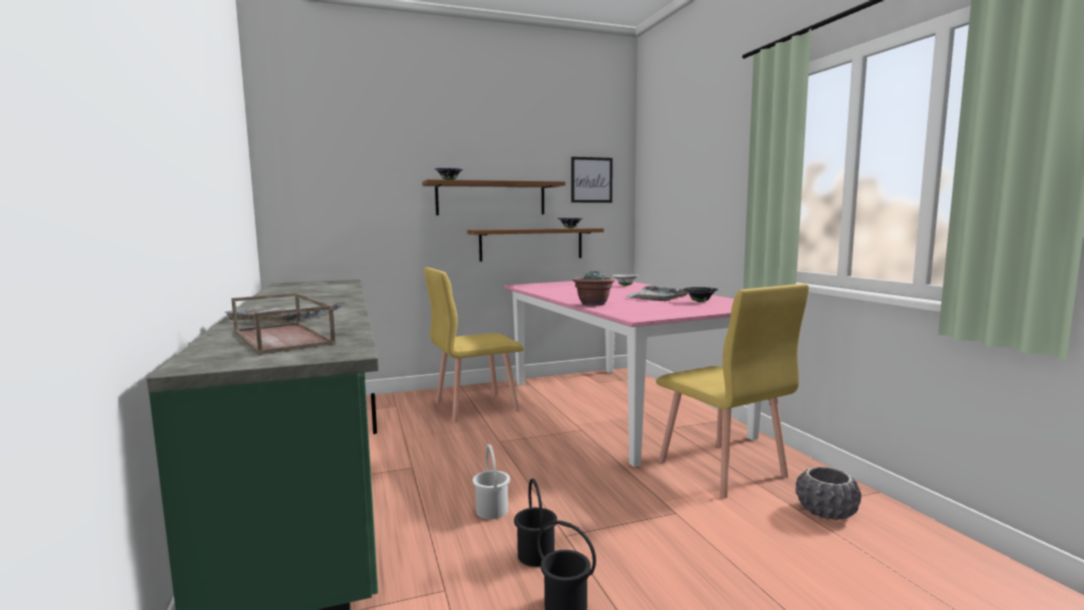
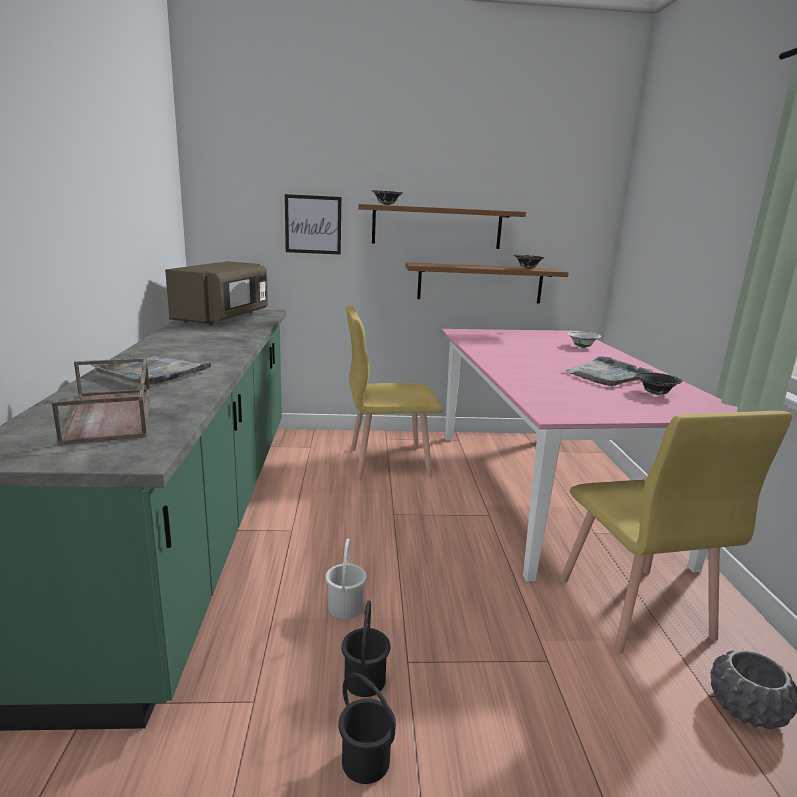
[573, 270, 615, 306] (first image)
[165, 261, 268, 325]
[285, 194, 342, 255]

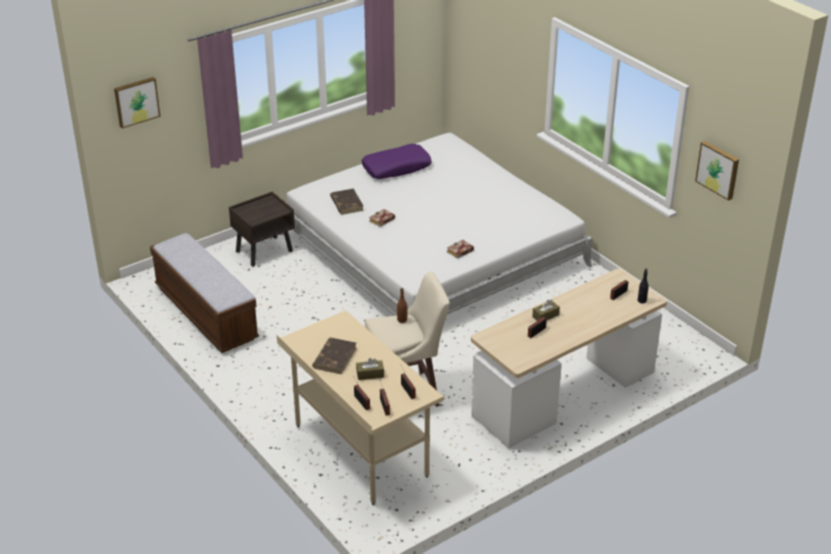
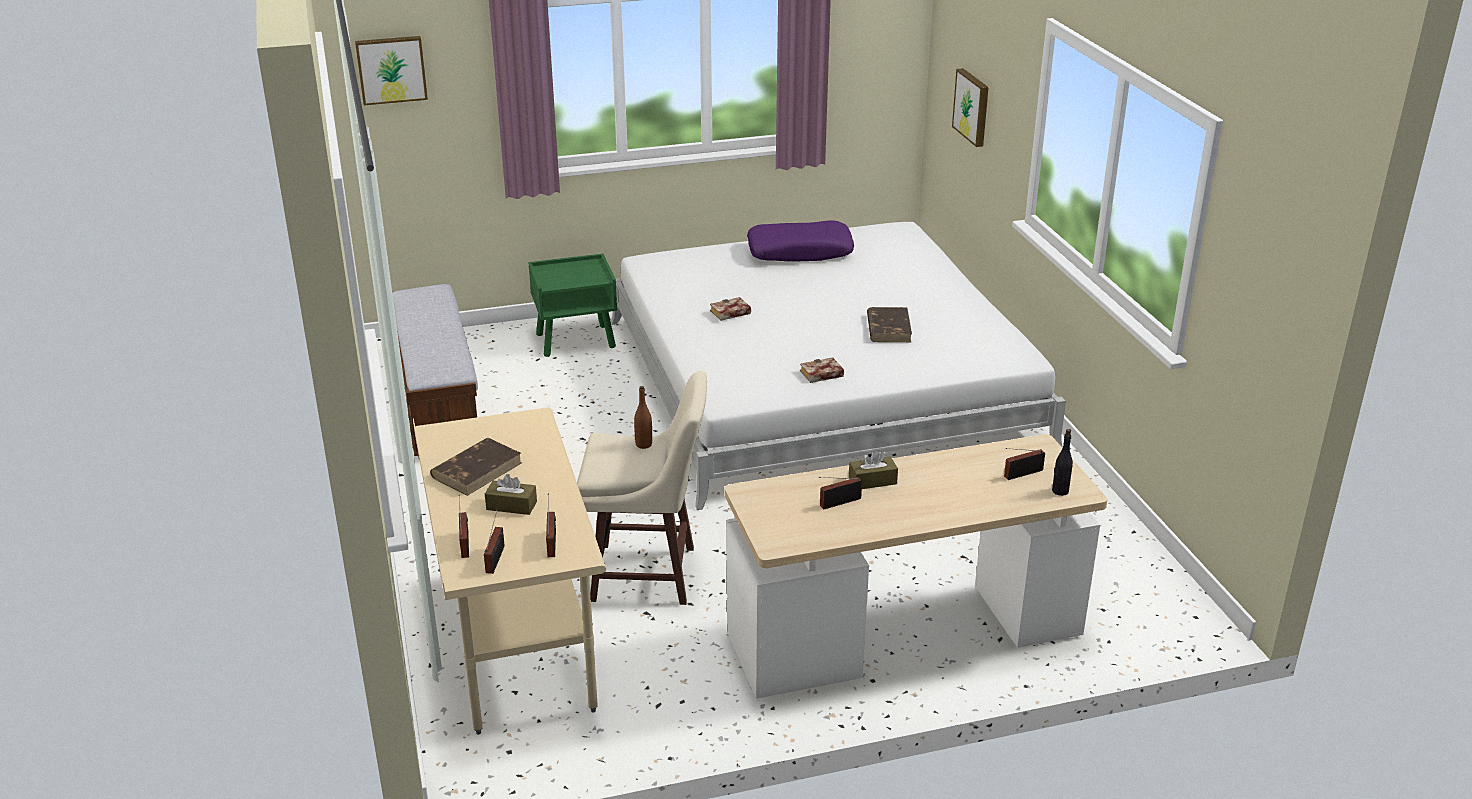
[867, 307, 912, 342]
[952, 68, 989, 147]
[528, 254, 617, 357]

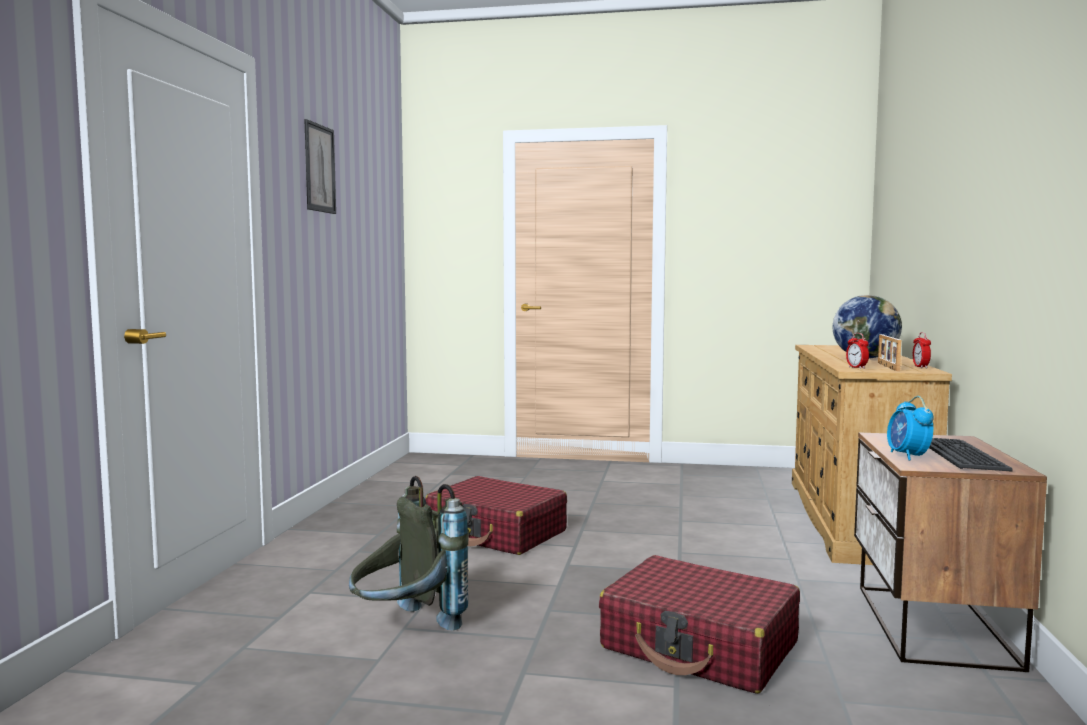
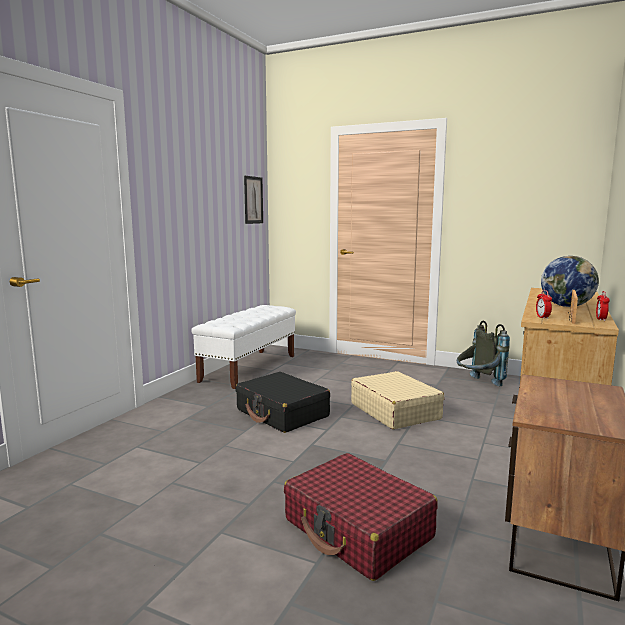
[887, 396, 934, 461] (first image)
[929, 438, 1013, 472] (first image)
[191, 305, 296, 389]
[351, 371, 445, 429]
[244, 176, 263, 224]
[457, 320, 510, 386]
[236, 372, 330, 433]

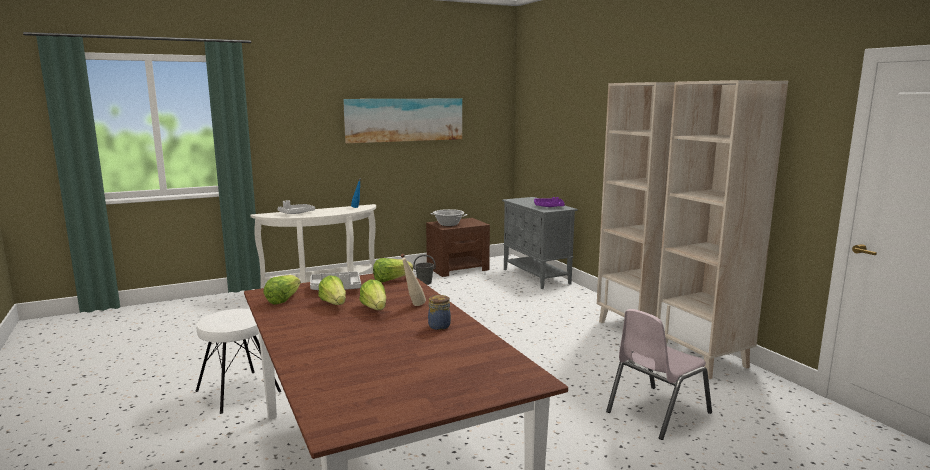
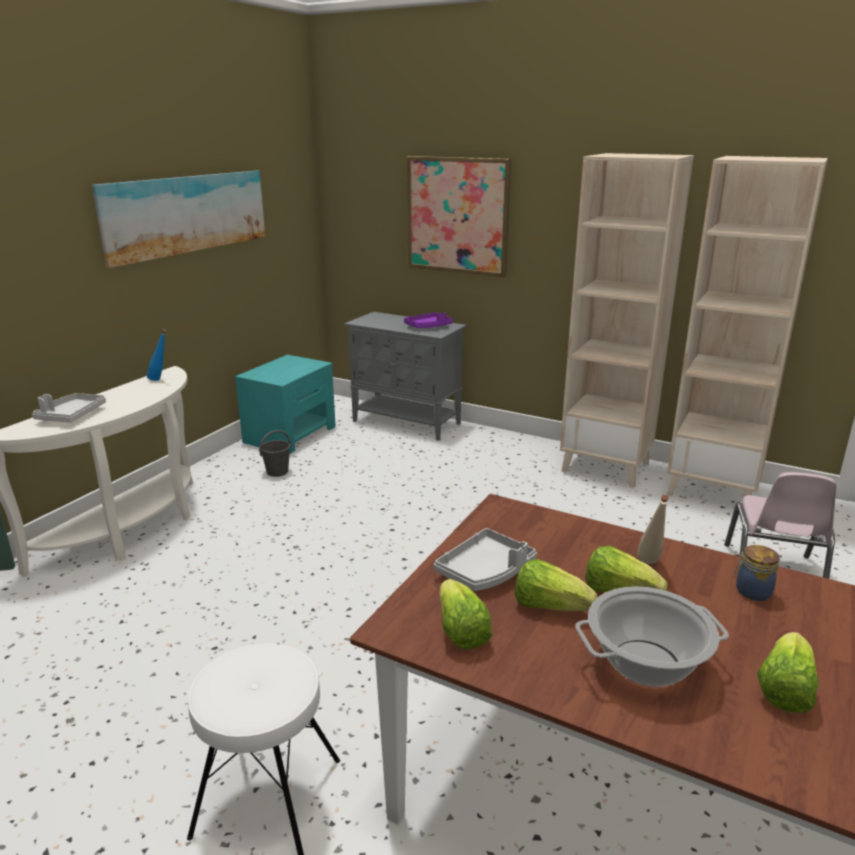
[407, 156, 511, 277]
[757, 632, 819, 713]
[575, 586, 729, 687]
[235, 355, 336, 454]

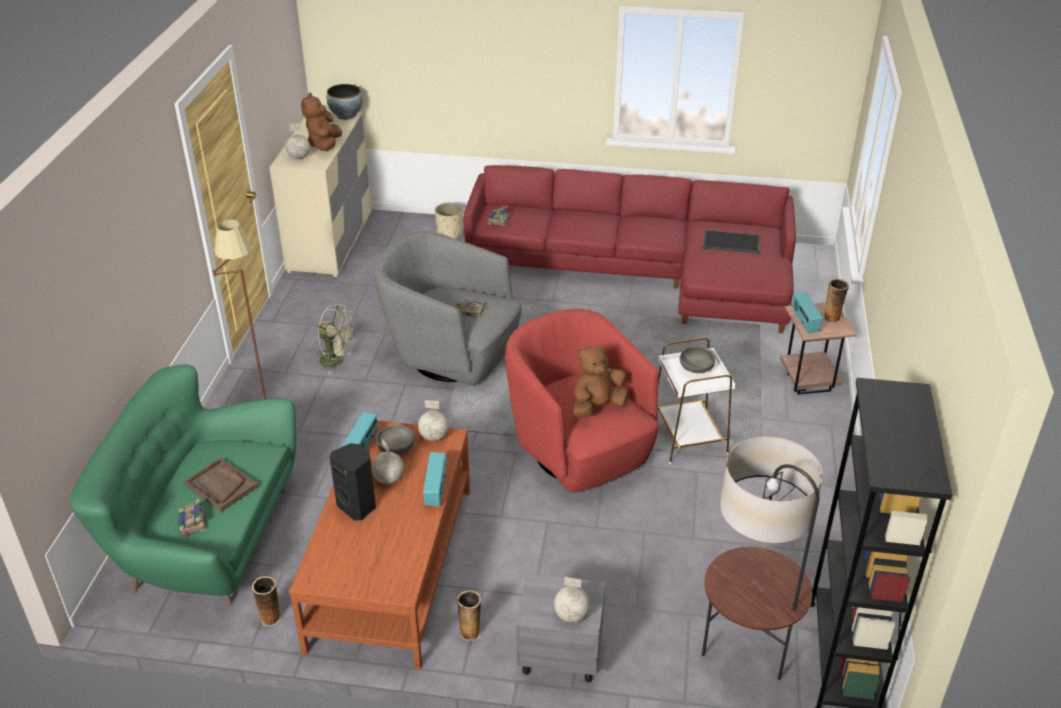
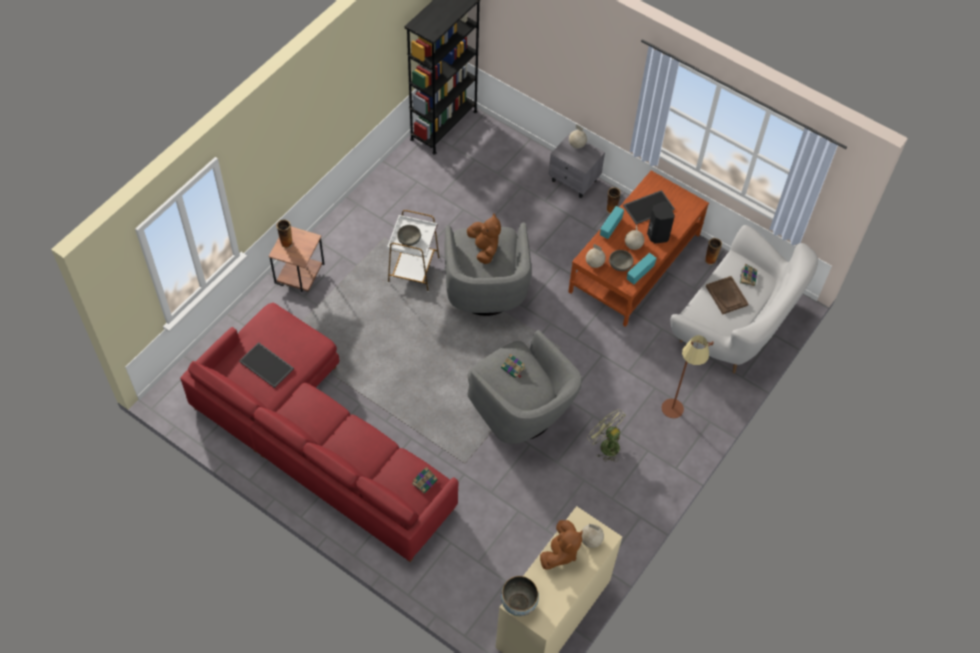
[435, 203, 463, 239] (first image)
[702, 437, 823, 680] (first image)
[792, 291, 823, 334] (first image)
[623, 190, 675, 224]
[670, 225, 818, 373]
[444, 222, 532, 316]
[467, 214, 501, 264]

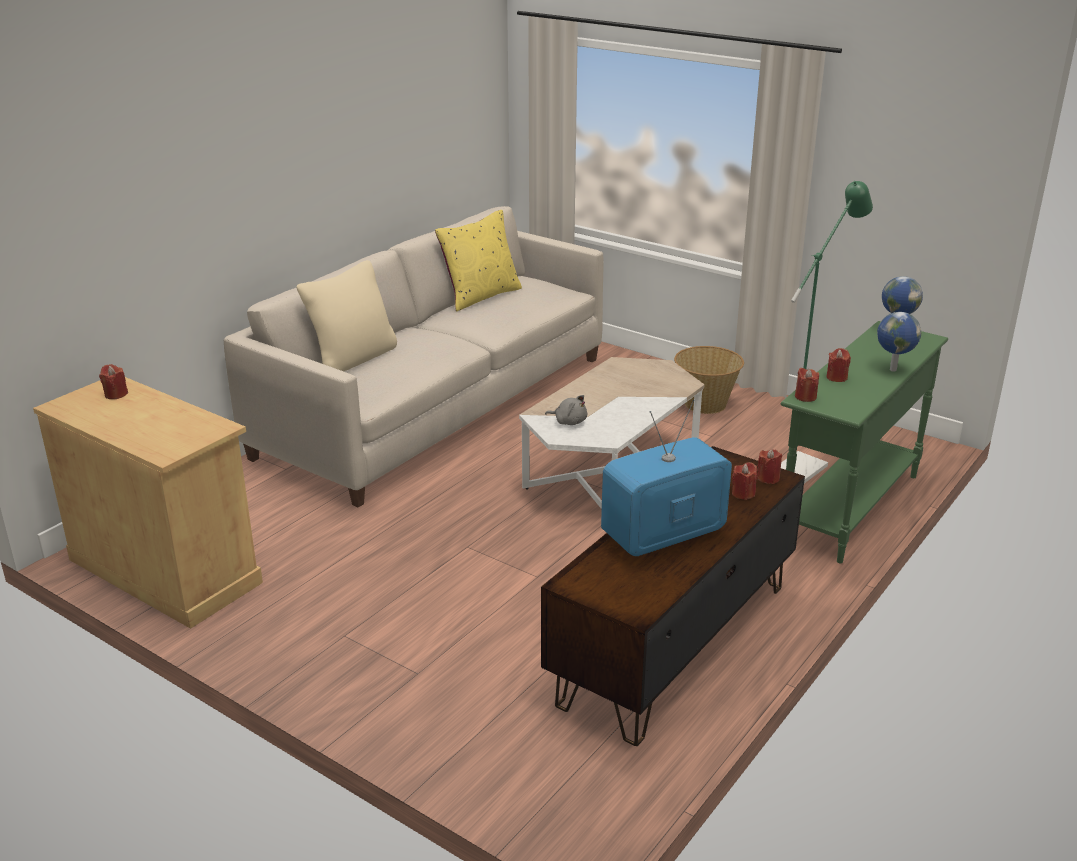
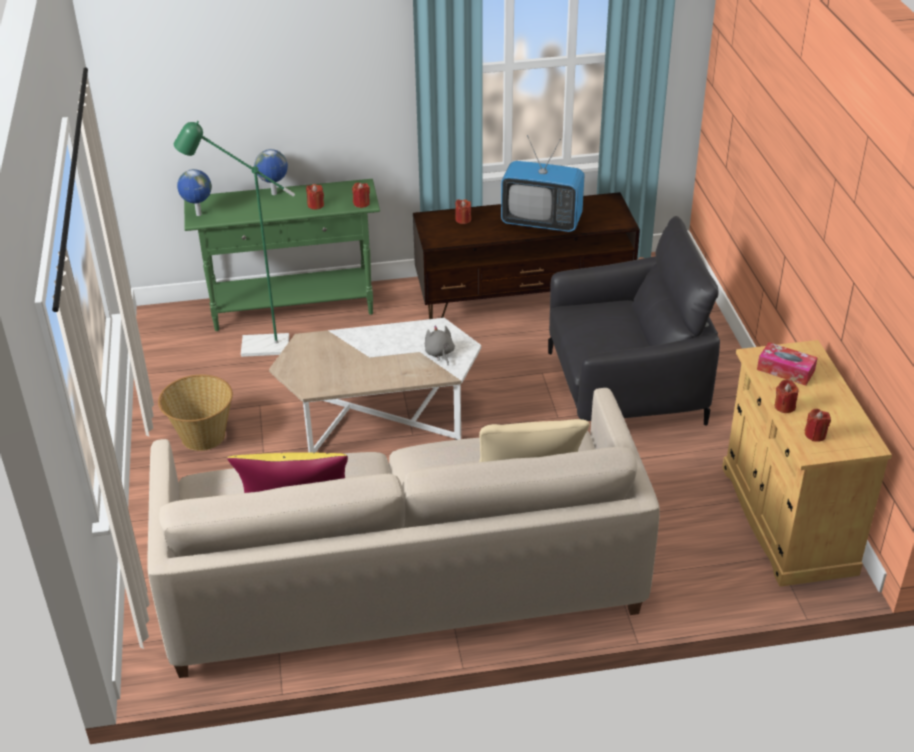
[548, 216, 720, 426]
[757, 342, 818, 386]
[775, 379, 798, 413]

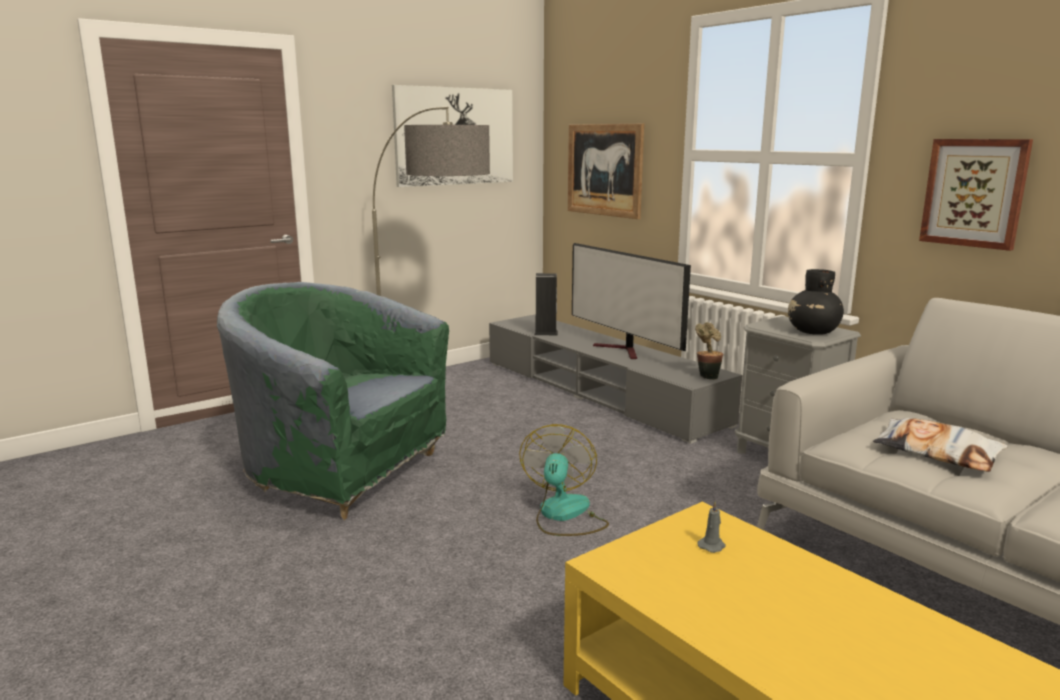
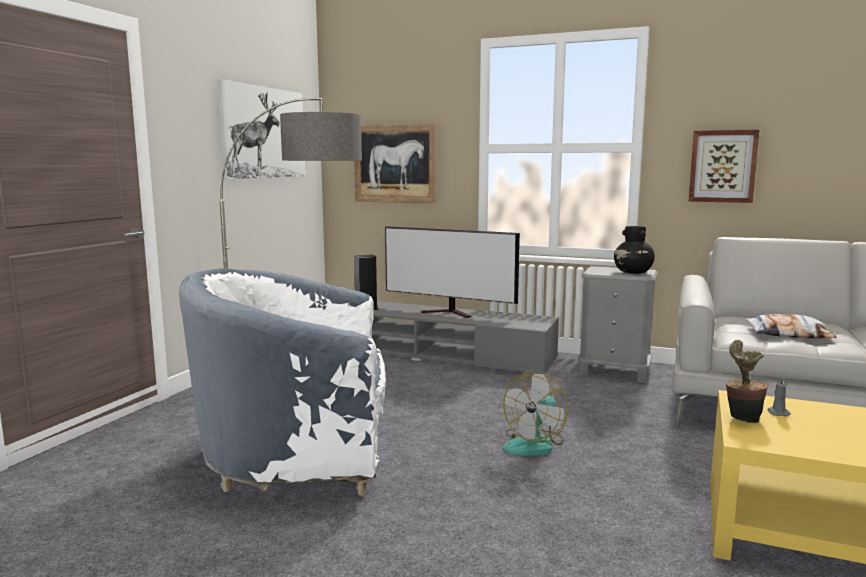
[726, 340, 768, 423]
[179, 268, 386, 497]
[503, 371, 568, 456]

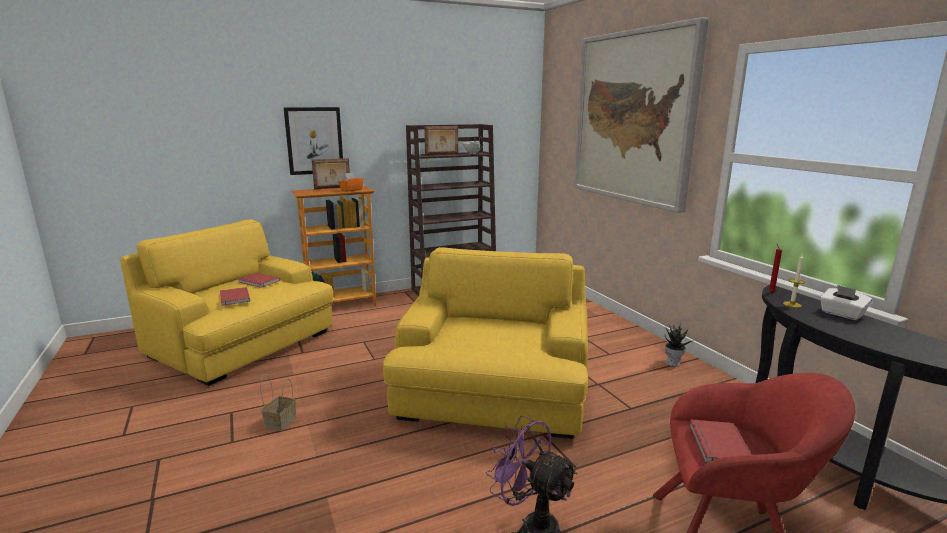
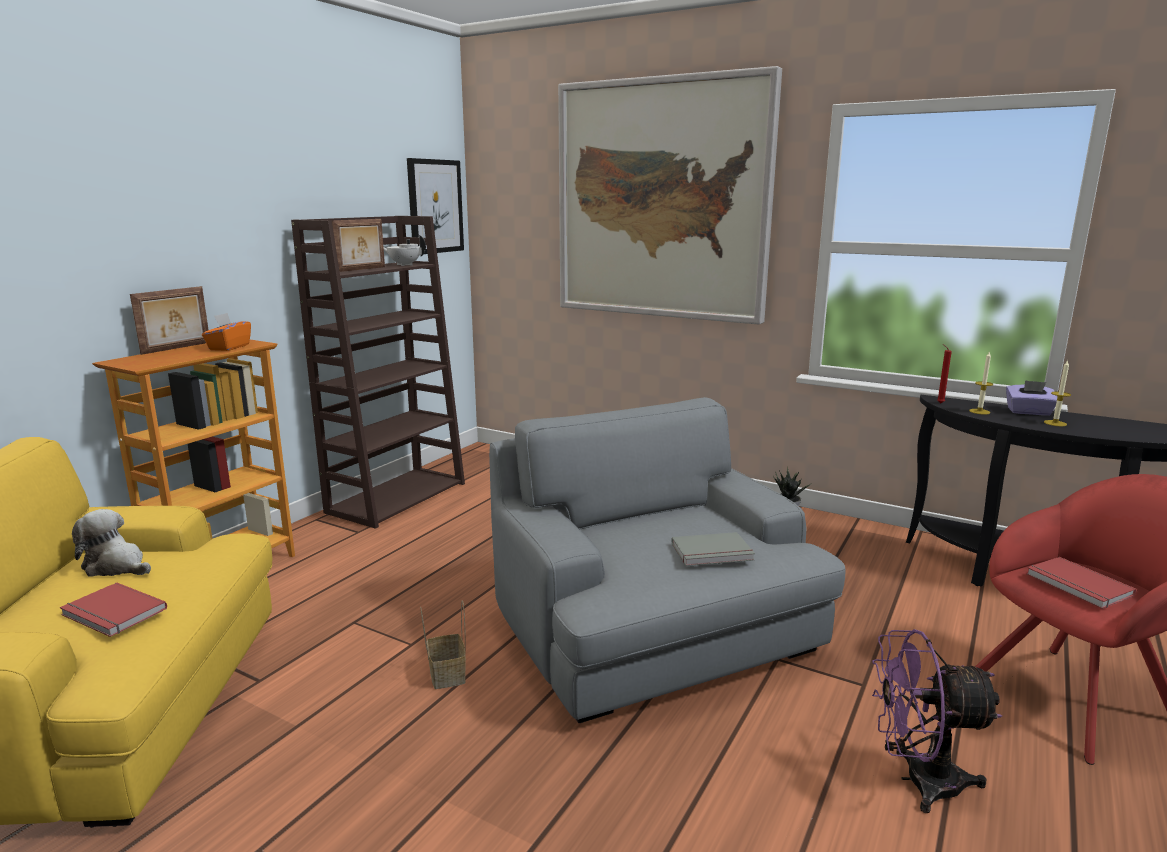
[672, 532, 755, 566]
[1044, 360, 1071, 426]
[420, 600, 466, 689]
[407, 158, 464, 254]
[72, 509, 151, 577]
[489, 397, 846, 723]
[1006, 380, 1057, 416]

